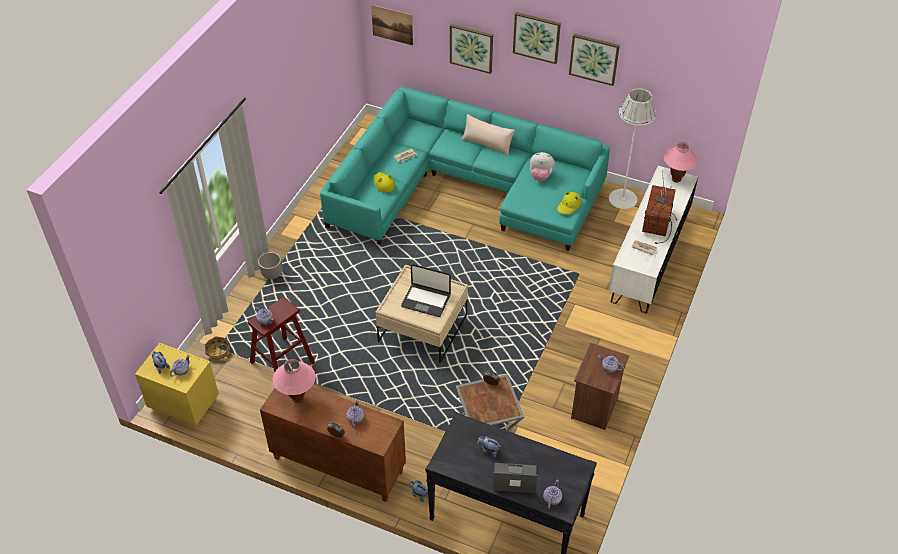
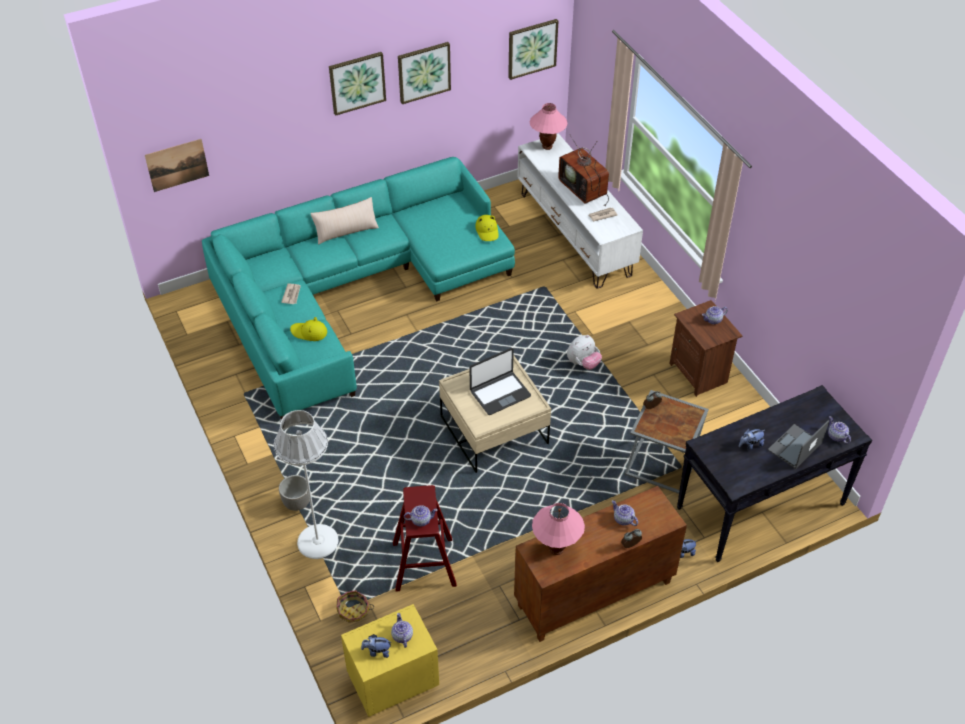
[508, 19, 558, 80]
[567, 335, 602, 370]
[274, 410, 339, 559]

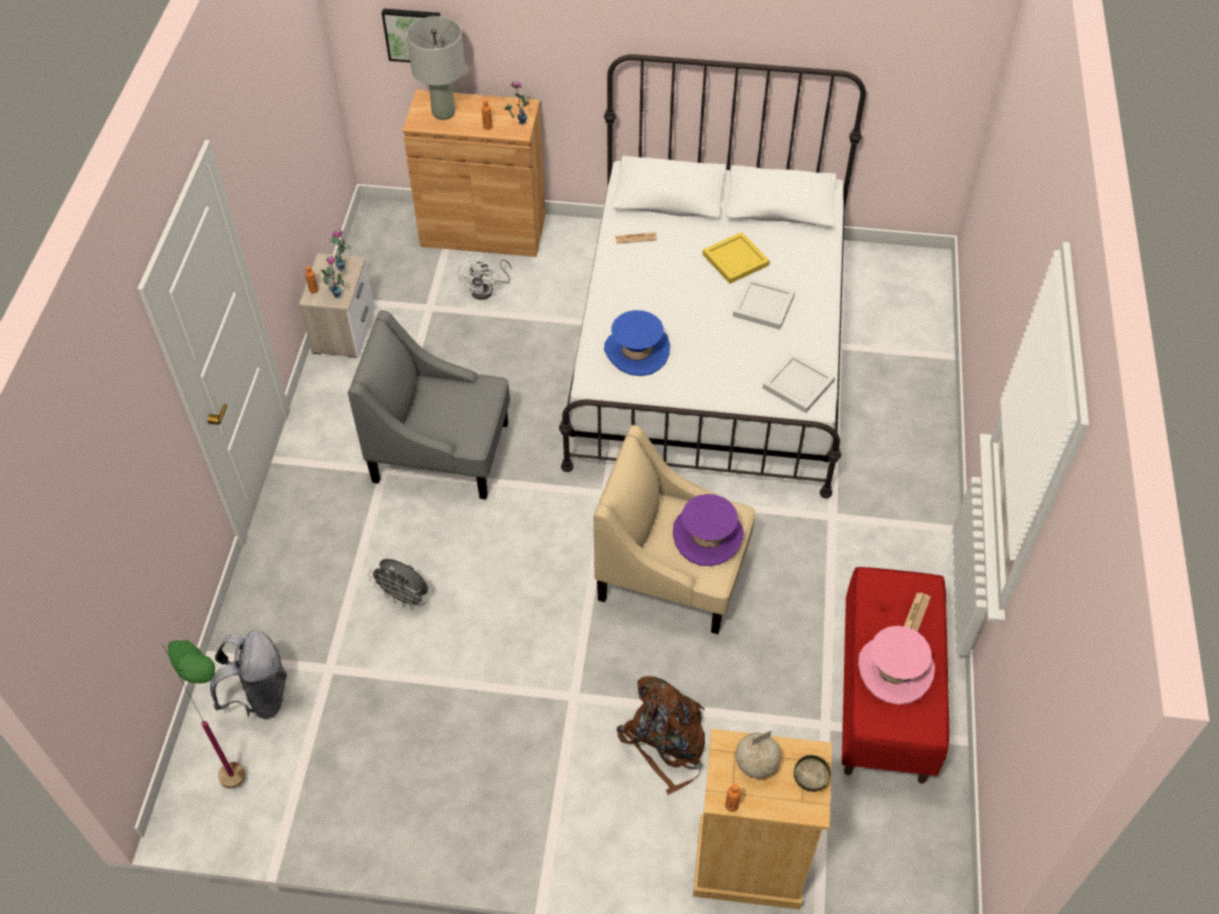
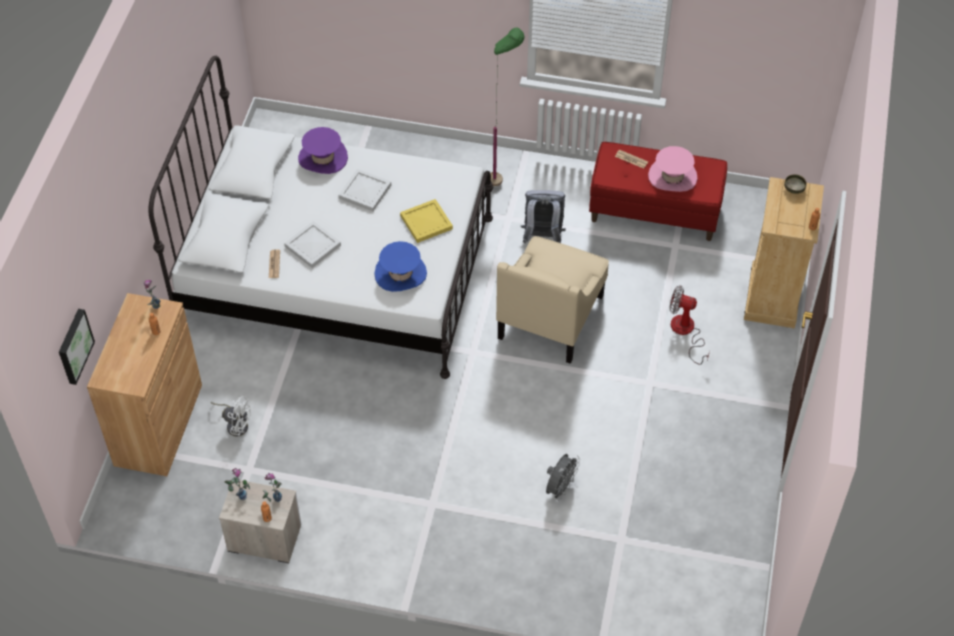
[348, 310, 510, 499] (first image)
[407, 16, 465, 120] (first image)
[736, 731, 781, 779] (first image)
[490, 28, 524, 186]
[521, 190, 566, 244]
[298, 127, 348, 174]
[400, 199, 453, 243]
[284, 221, 341, 268]
[669, 285, 710, 365]

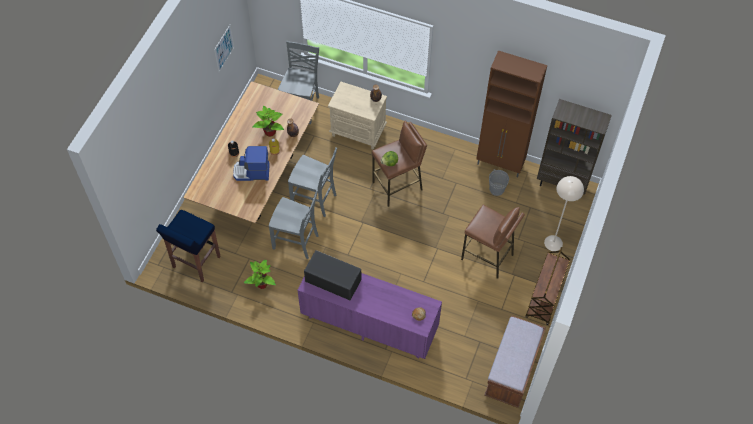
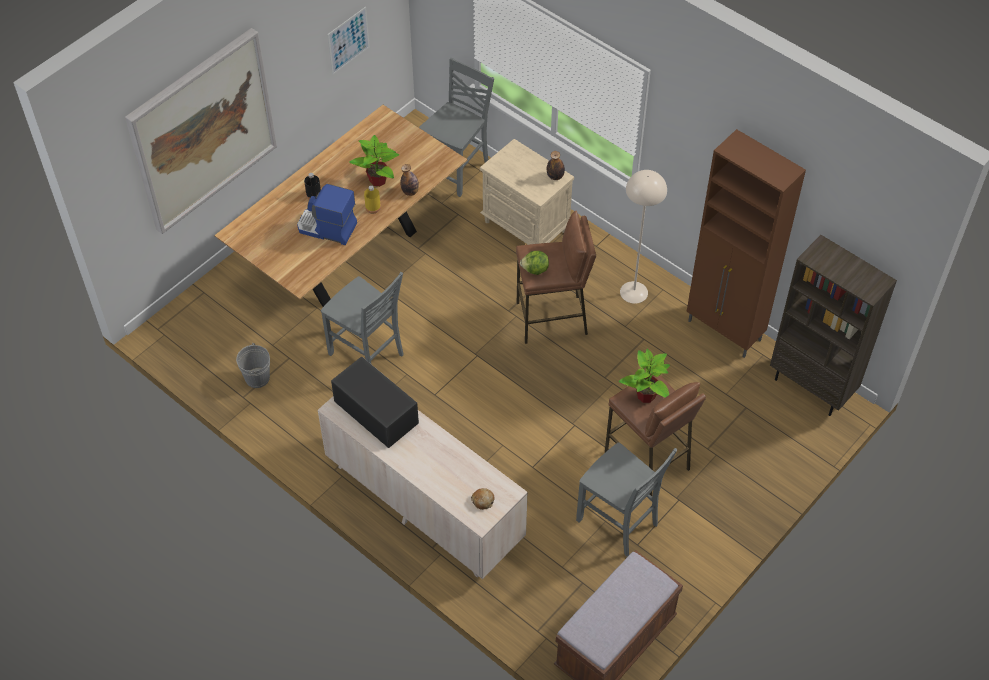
[156, 210, 221, 282] (first image)
[525, 247, 570, 325] (first image)
[125, 28, 277, 234]
[619, 349, 670, 403]
[576, 442, 678, 557]
[236, 343, 270, 388]
[620, 170, 667, 303]
[318, 397, 527, 579]

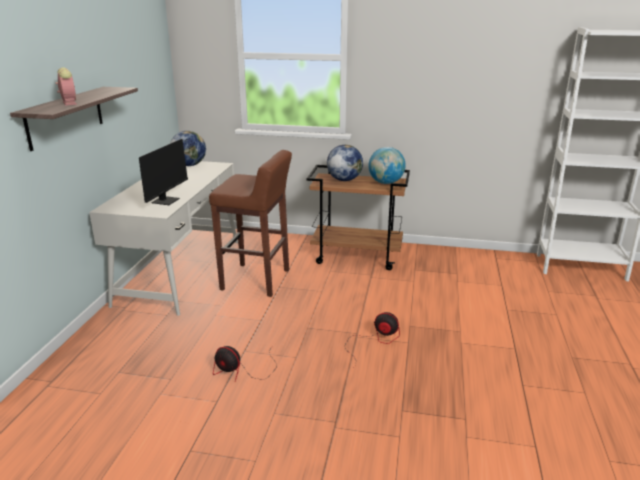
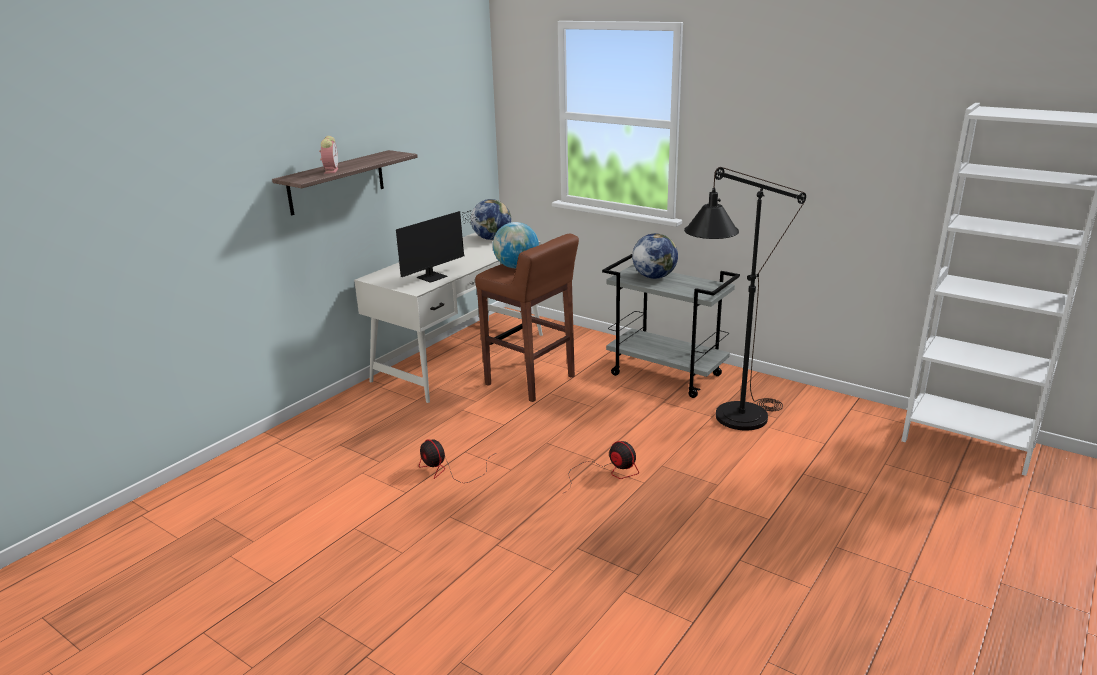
[684, 167, 806, 430]
[493, 222, 539, 268]
[602, 254, 740, 398]

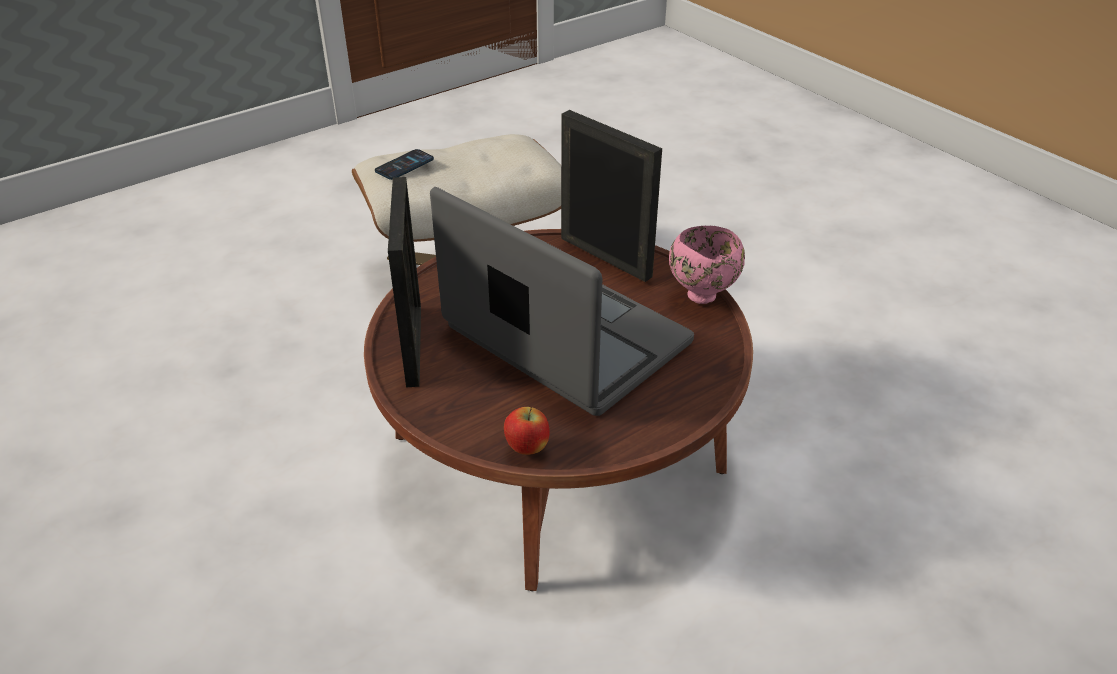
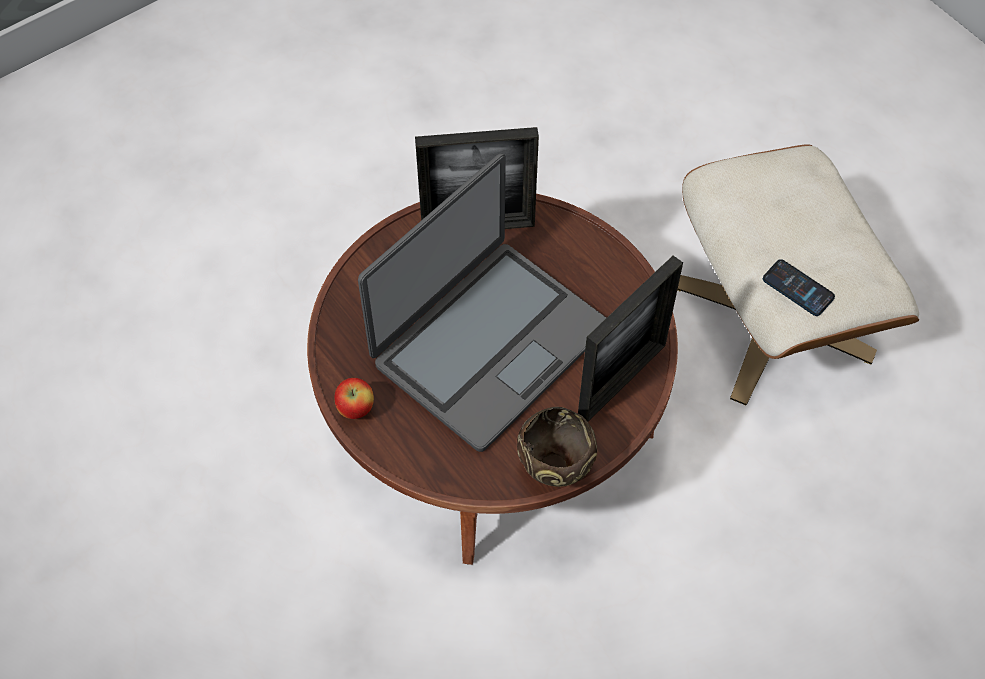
[763, 259, 835, 316]
[334, 378, 374, 419]
[517, 407, 597, 487]

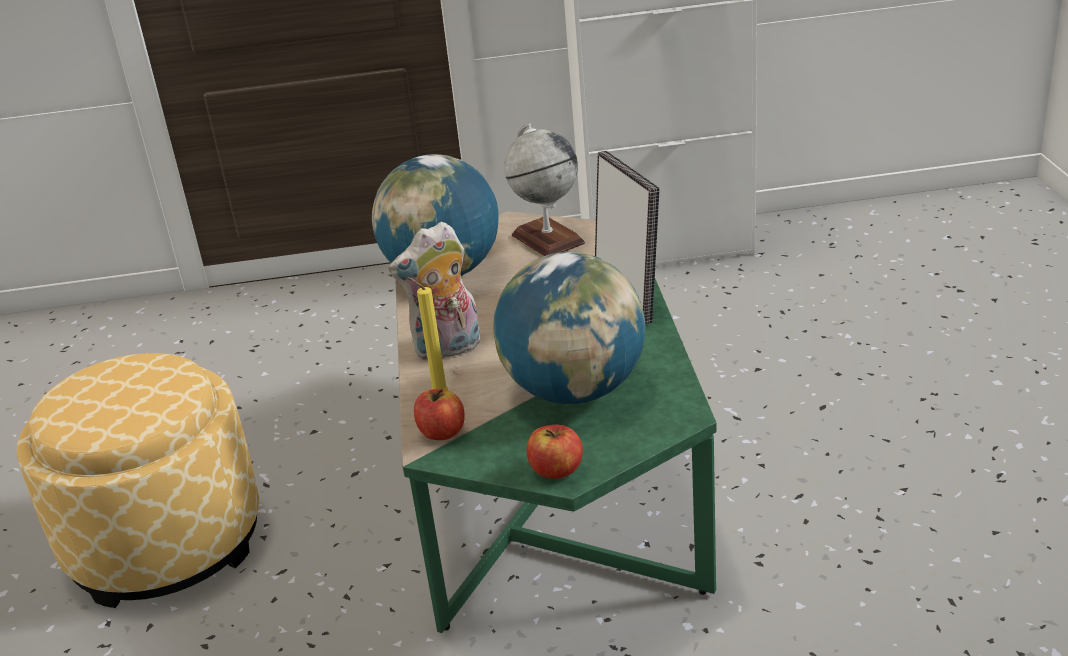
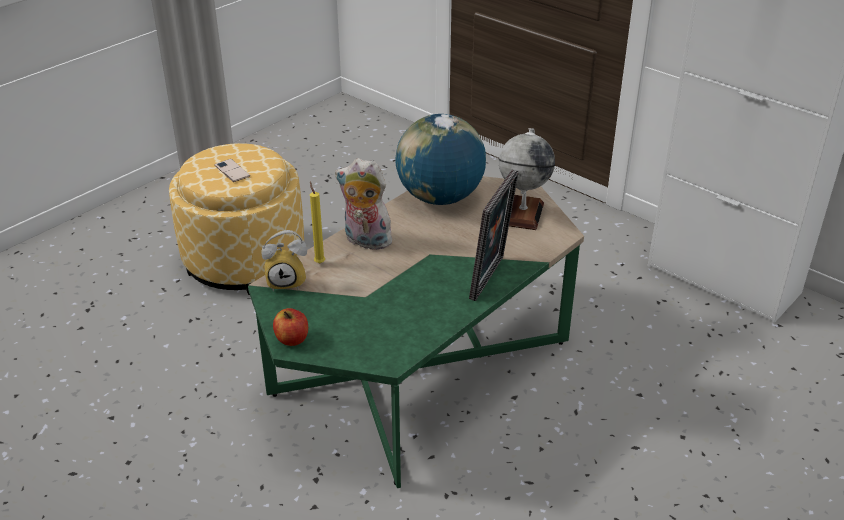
[493, 252, 645, 404] (first image)
[214, 159, 250, 182]
[261, 230, 307, 291]

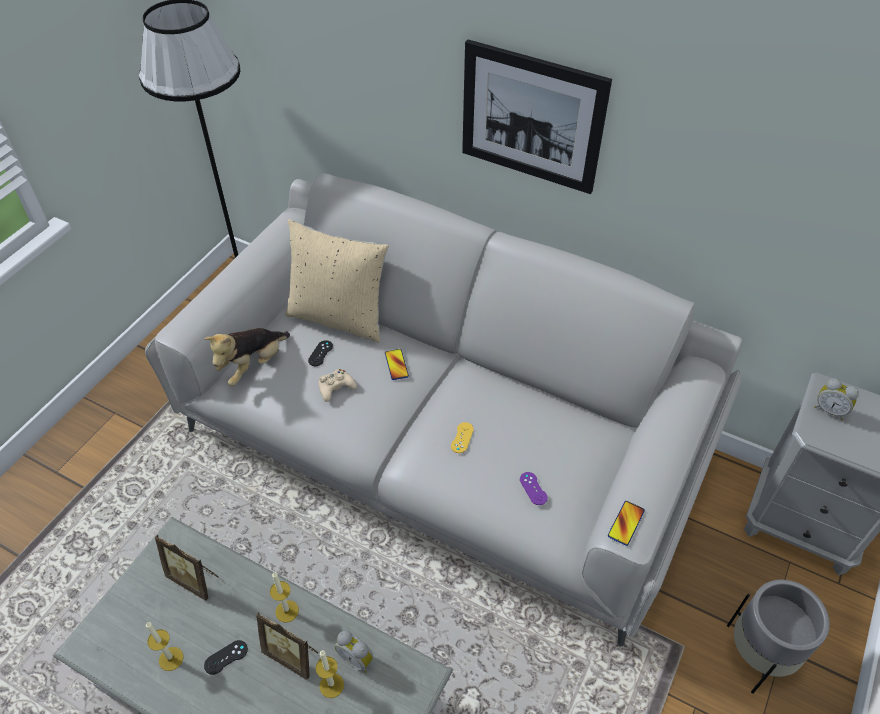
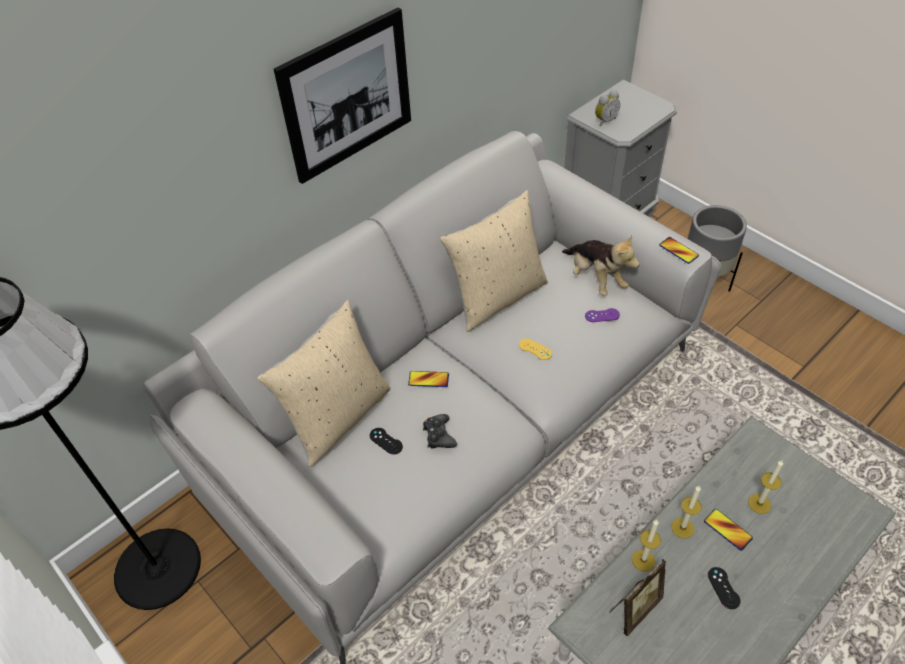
[335, 630, 373, 673] (first image)
[440, 190, 548, 332]
[632, 520, 661, 571]
[562, 236, 640, 296]
[704, 509, 753, 551]
[423, 414, 457, 448]

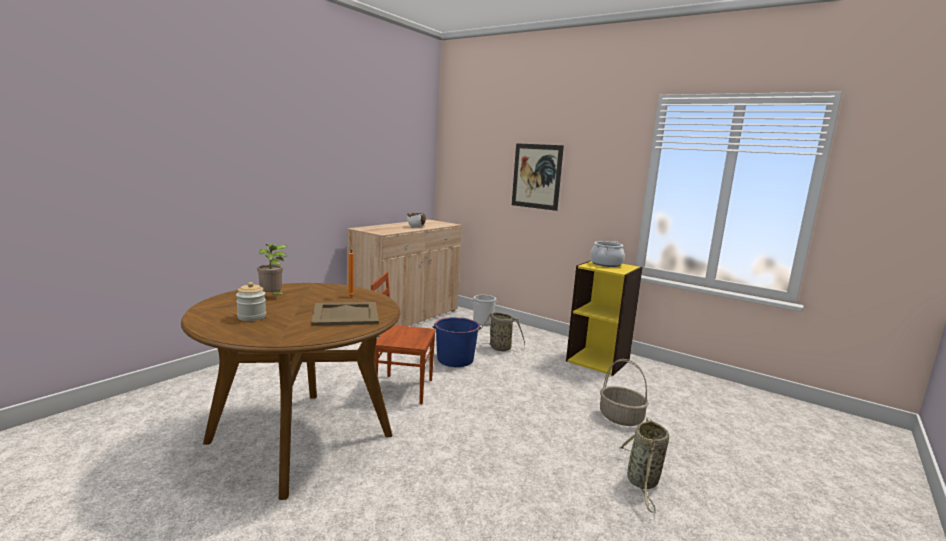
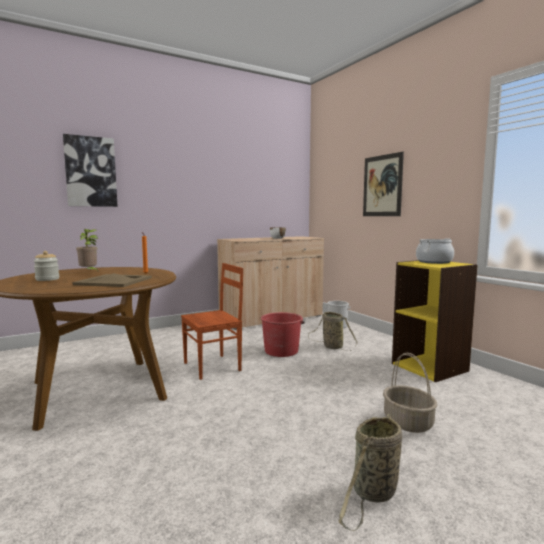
[63, 134, 118, 207]
[261, 312, 305, 357]
[181, 263, 243, 380]

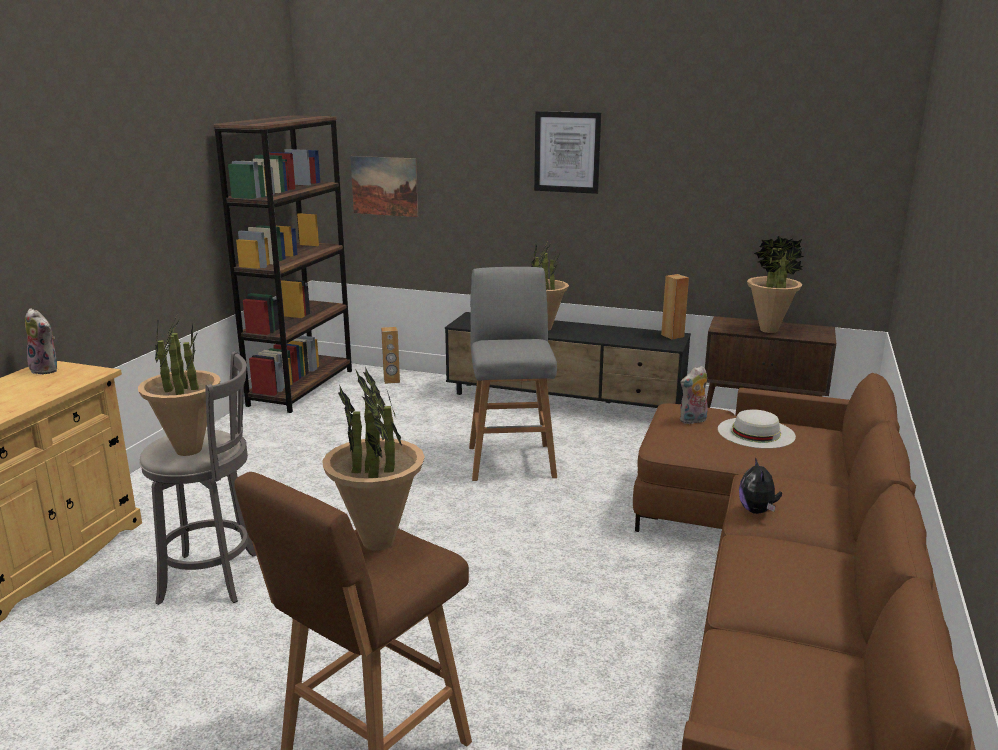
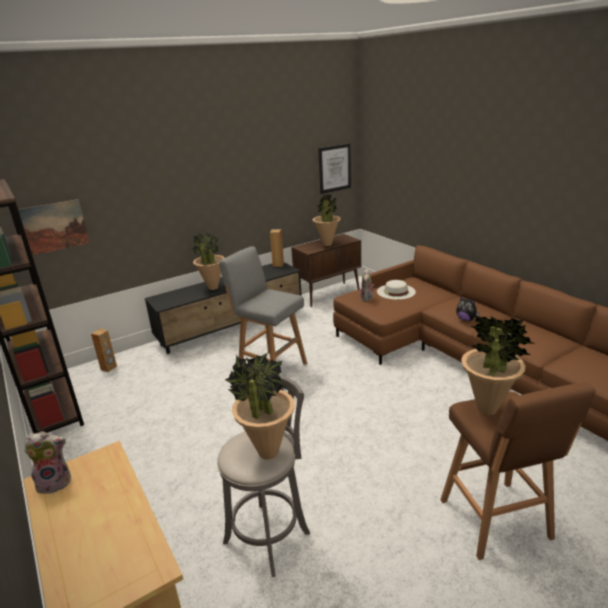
[318, 143, 351, 194]

